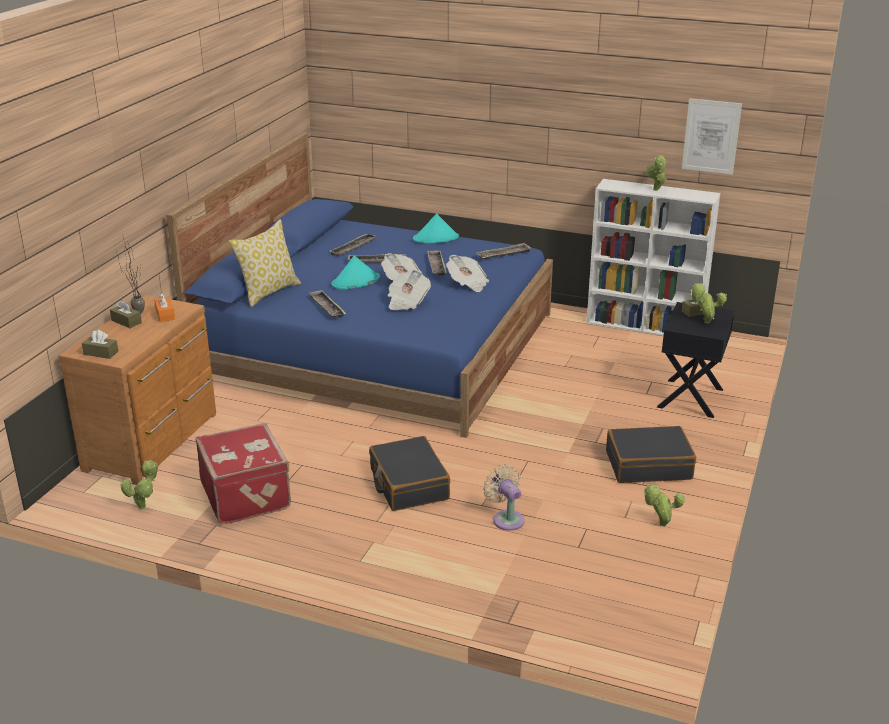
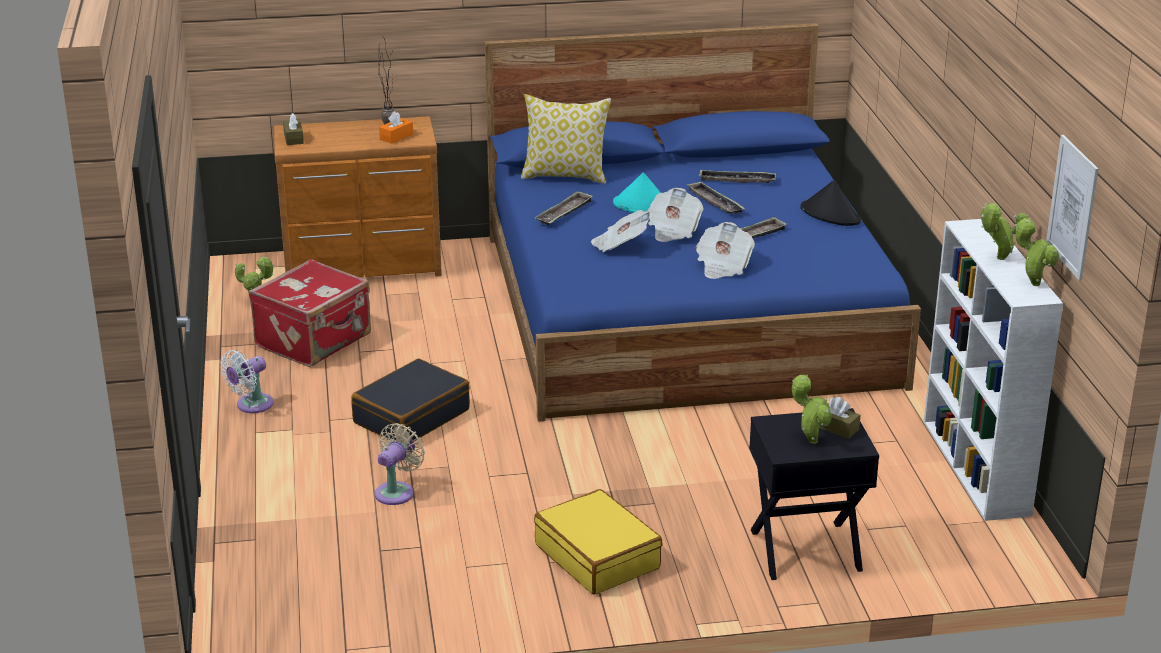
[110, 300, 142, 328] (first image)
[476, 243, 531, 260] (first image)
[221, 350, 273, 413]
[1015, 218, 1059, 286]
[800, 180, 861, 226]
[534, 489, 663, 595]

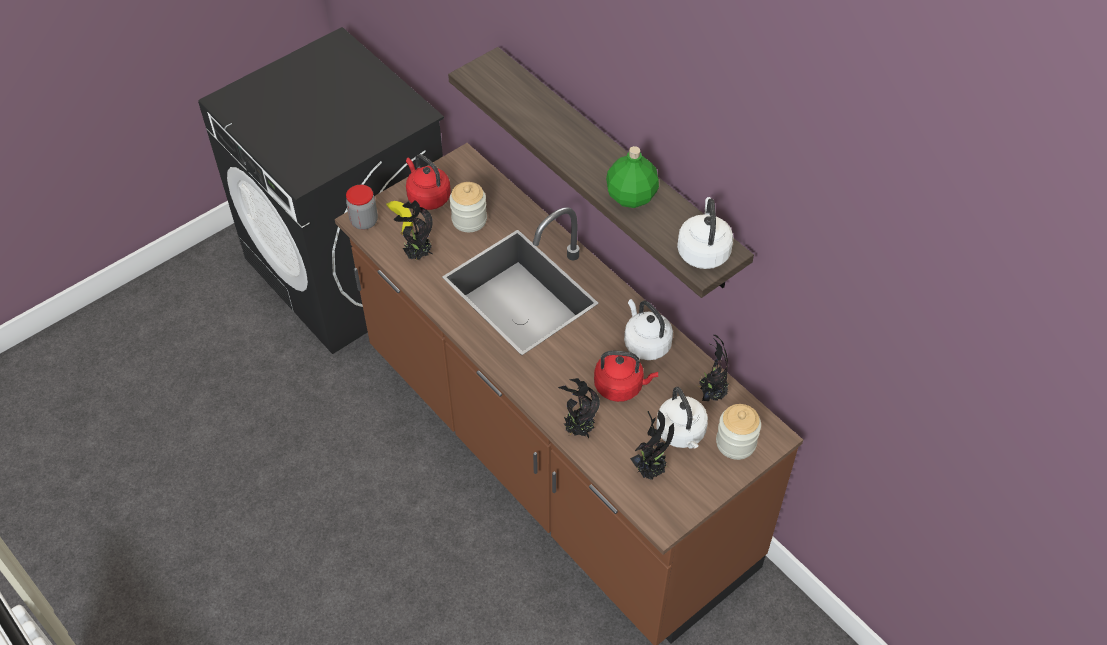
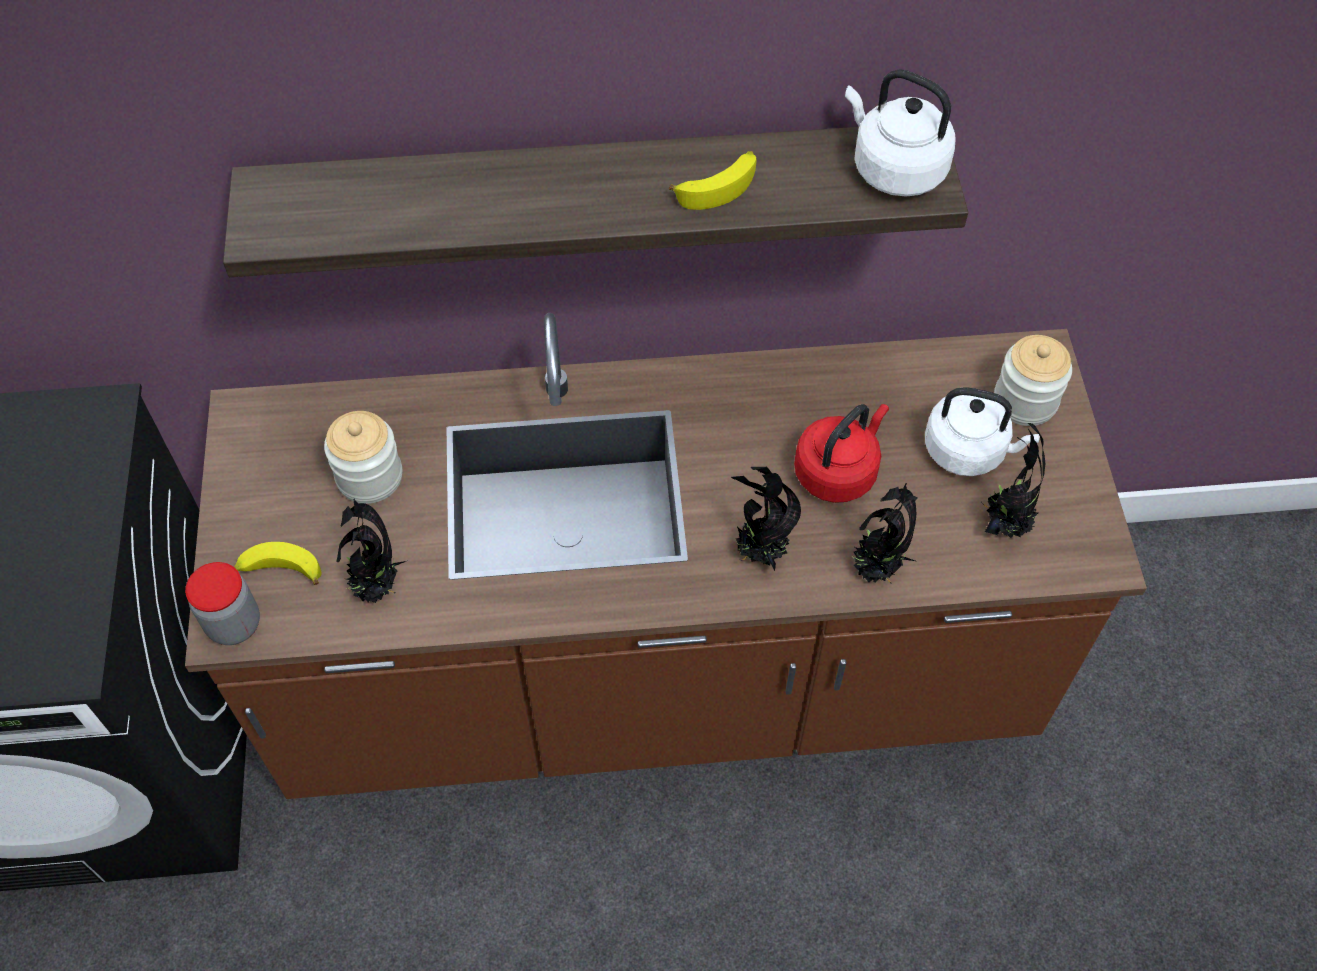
[406, 154, 451, 210] (first image)
[624, 299, 673, 360] (first image)
[731, 467, 801, 571]
[669, 151, 757, 210]

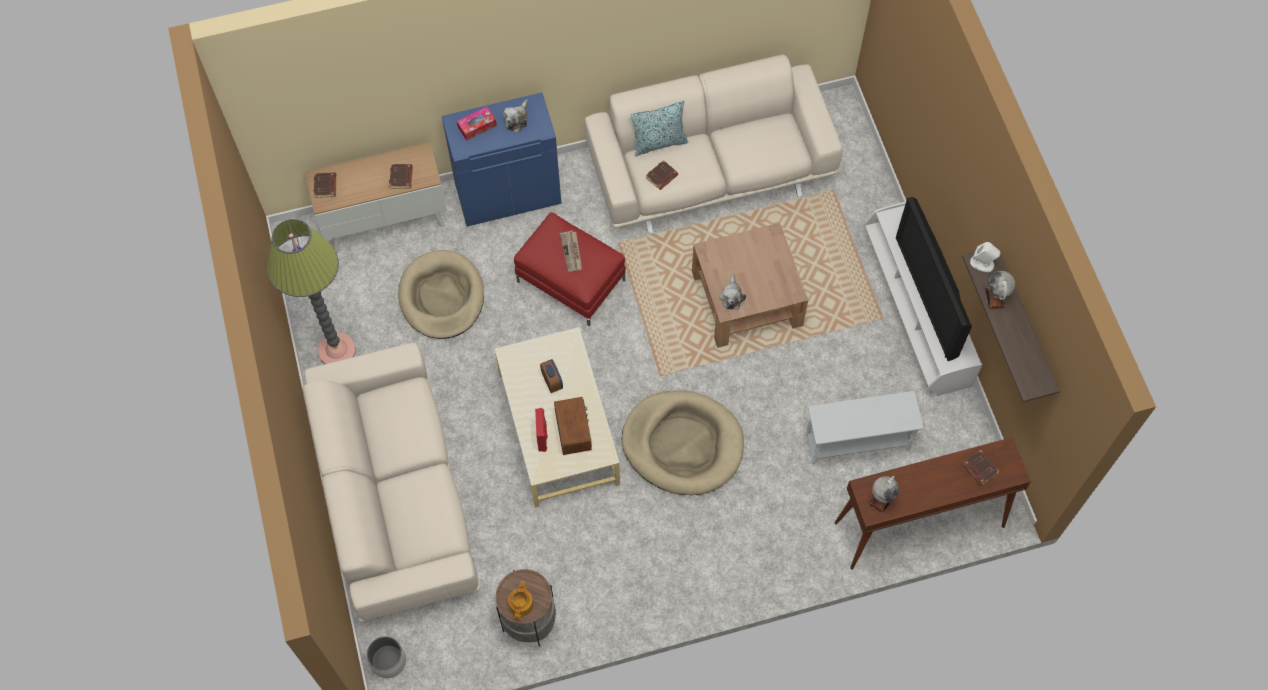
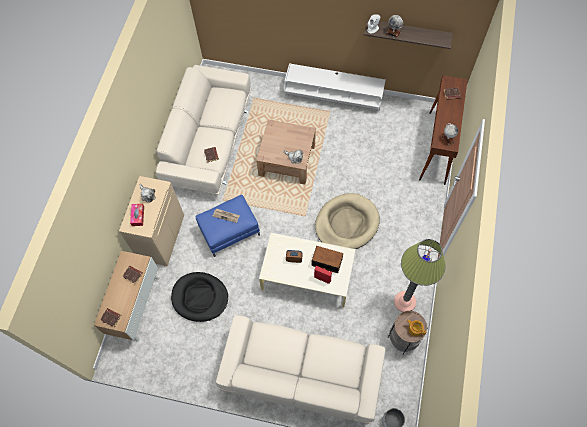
[630, 101, 688, 156] (first image)
[806, 391, 924, 464] (first image)
[896, 197, 972, 361] (first image)
[394, 239, 446, 312]
[171, 272, 228, 322]
[119, 176, 184, 266]
[196, 195, 260, 257]

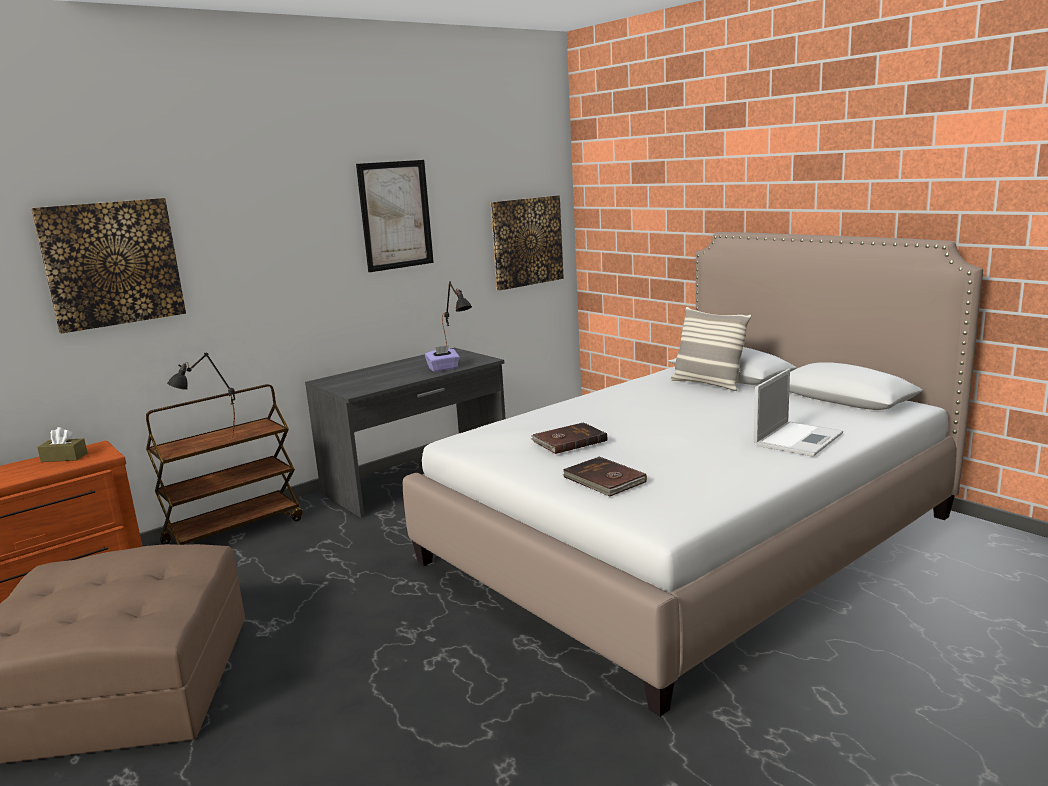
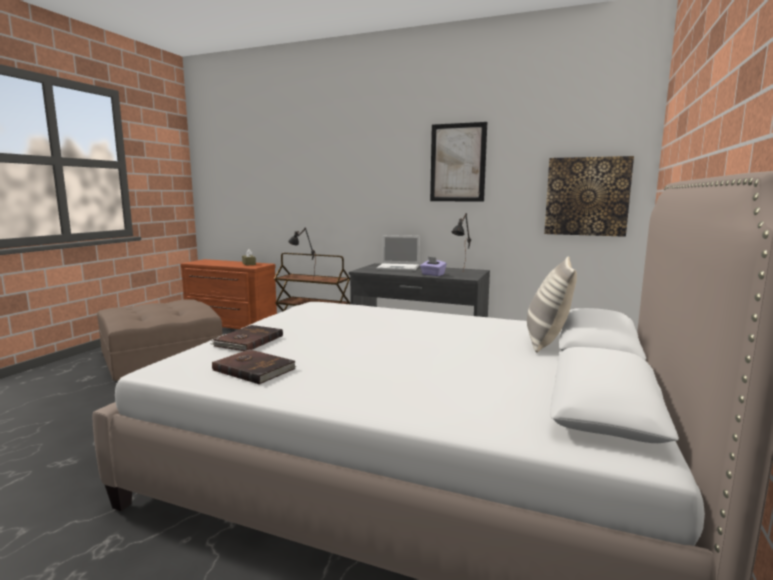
[31, 198, 186, 334] (first image)
[212, 349, 297, 384]
[376, 235, 420, 271]

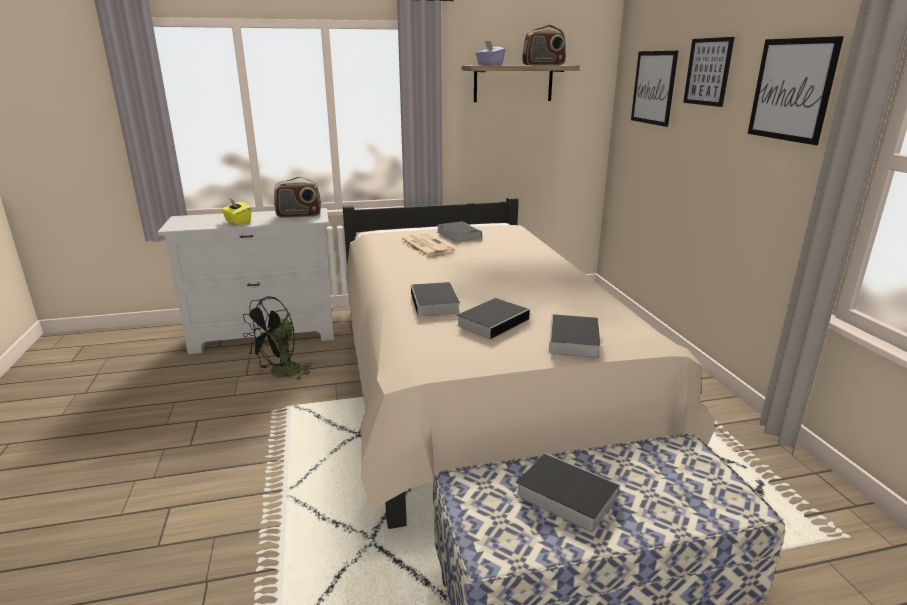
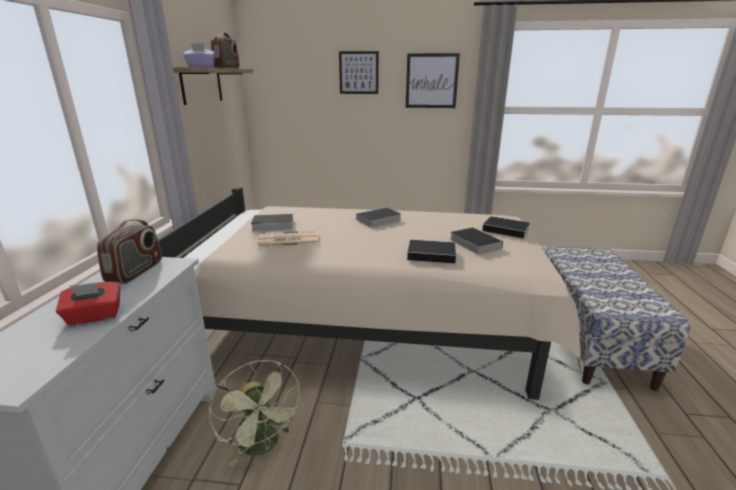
[631, 51, 678, 127] (first image)
[351, 207, 401, 228]
[56, 282, 120, 326]
[209, 360, 303, 467]

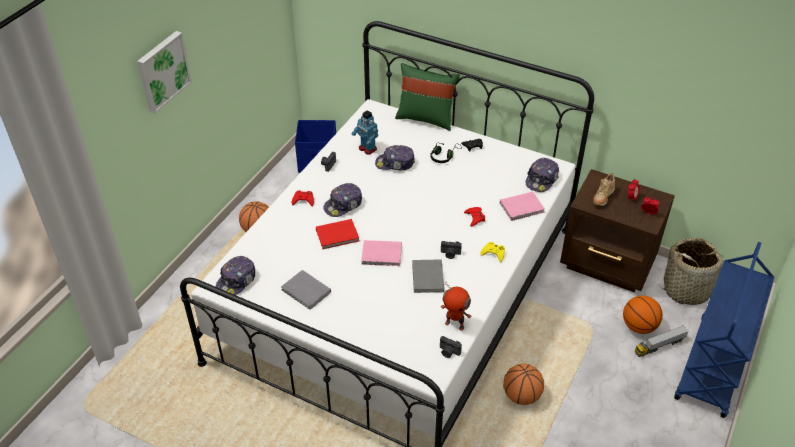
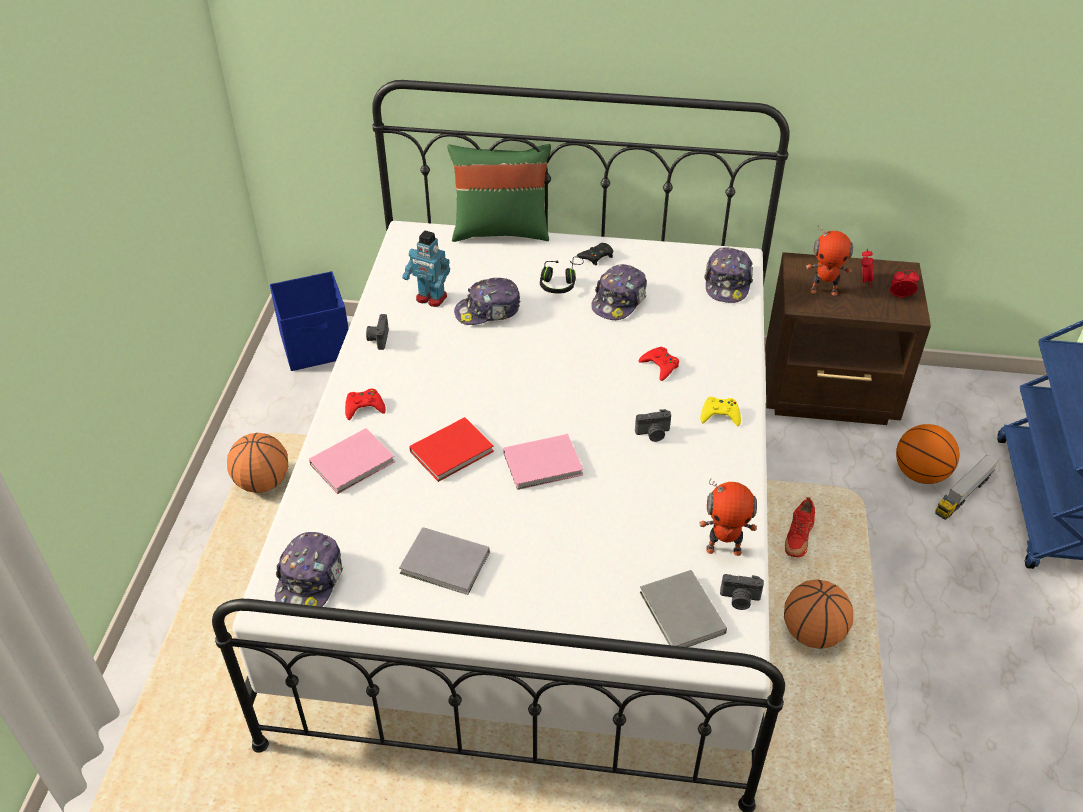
[137, 31, 192, 113] (first image)
[659, 238, 727, 305] (first image)
[785, 497, 815, 557]
[591, 264, 647, 320]
[640, 570, 727, 647]
[309, 428, 395, 494]
[806, 225, 853, 296]

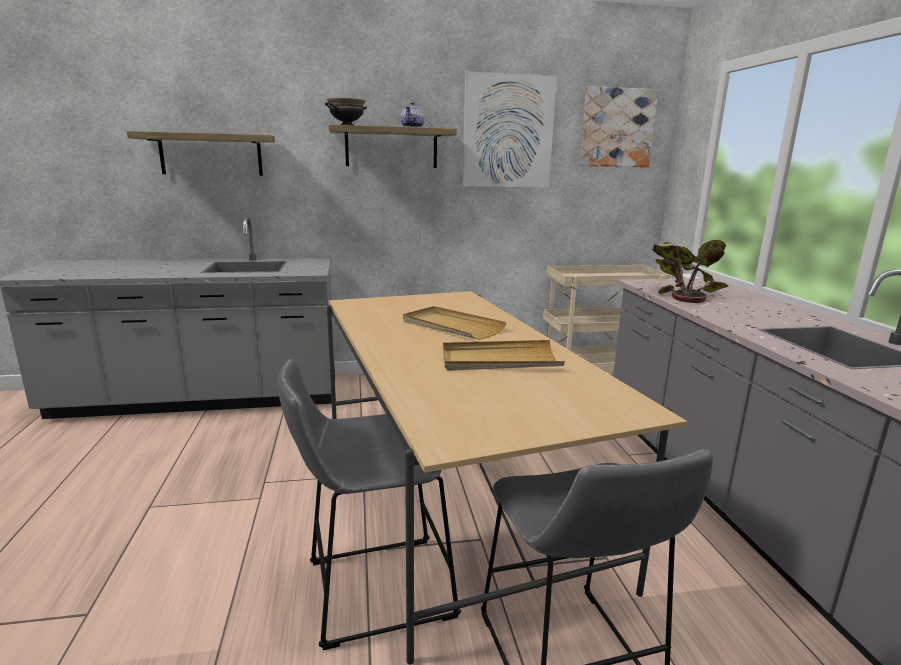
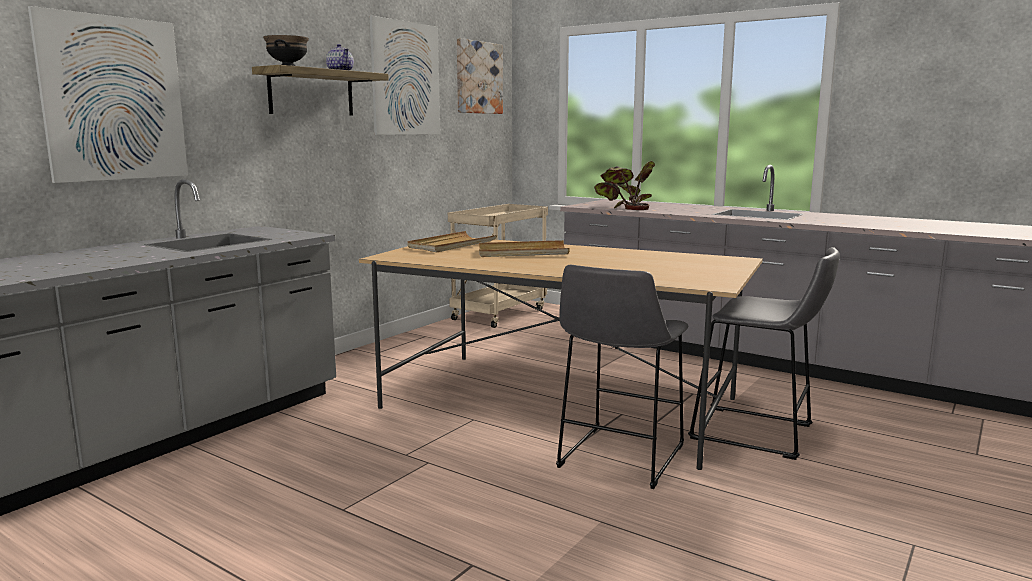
[407, 231, 497, 252]
[28, 6, 188, 183]

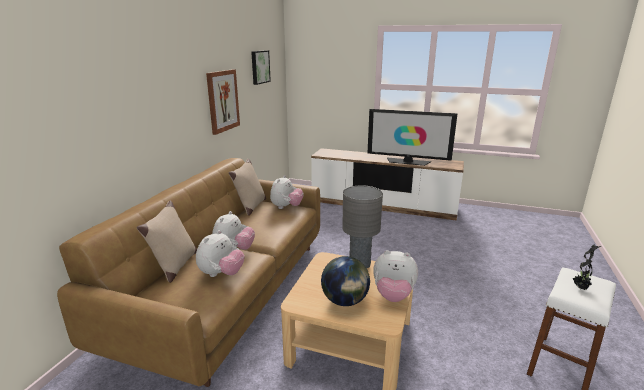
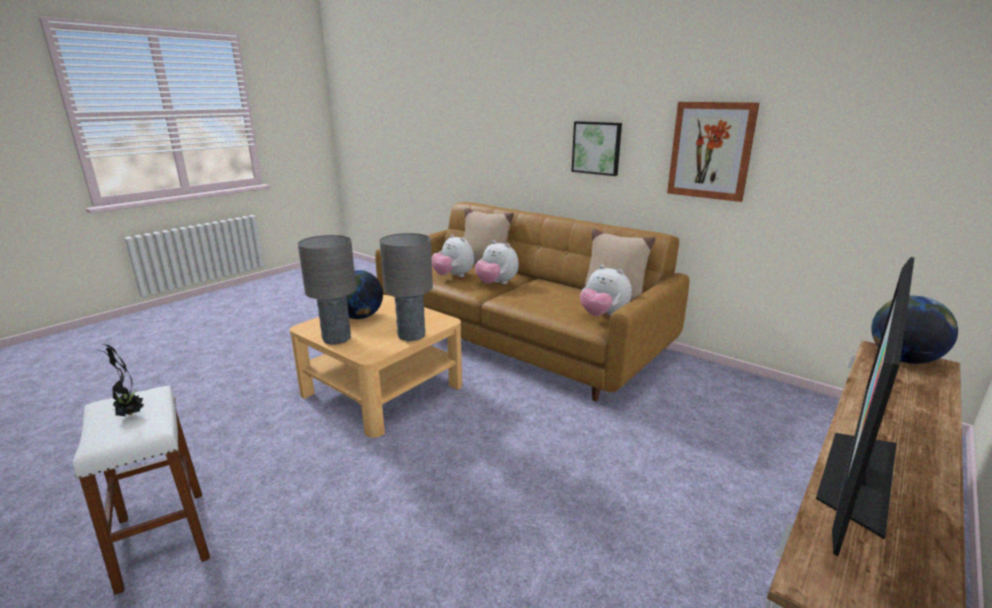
[871, 296, 958, 364]
[571, 121, 622, 176]
[298, 235, 356, 345]

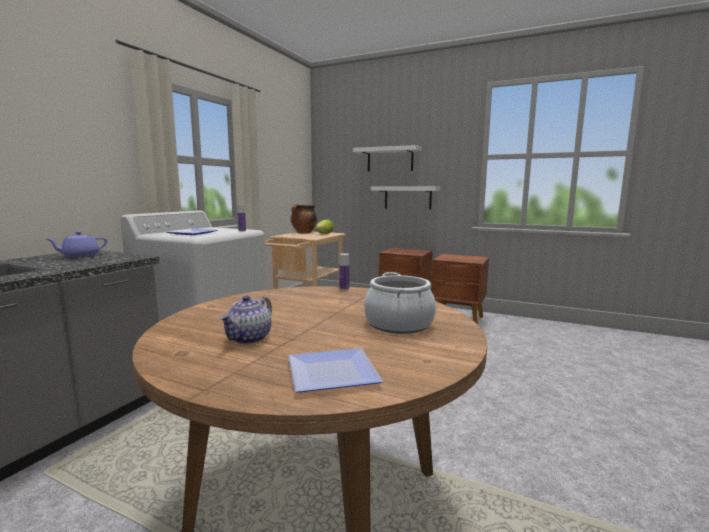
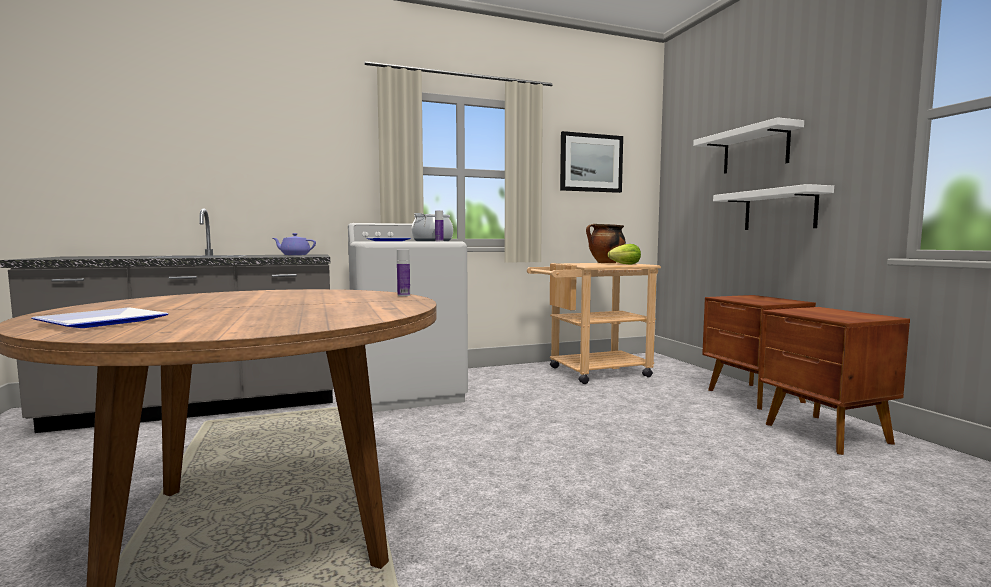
[219, 296, 272, 344] (first image)
[560, 131, 623, 193]
[411, 213, 453, 241]

